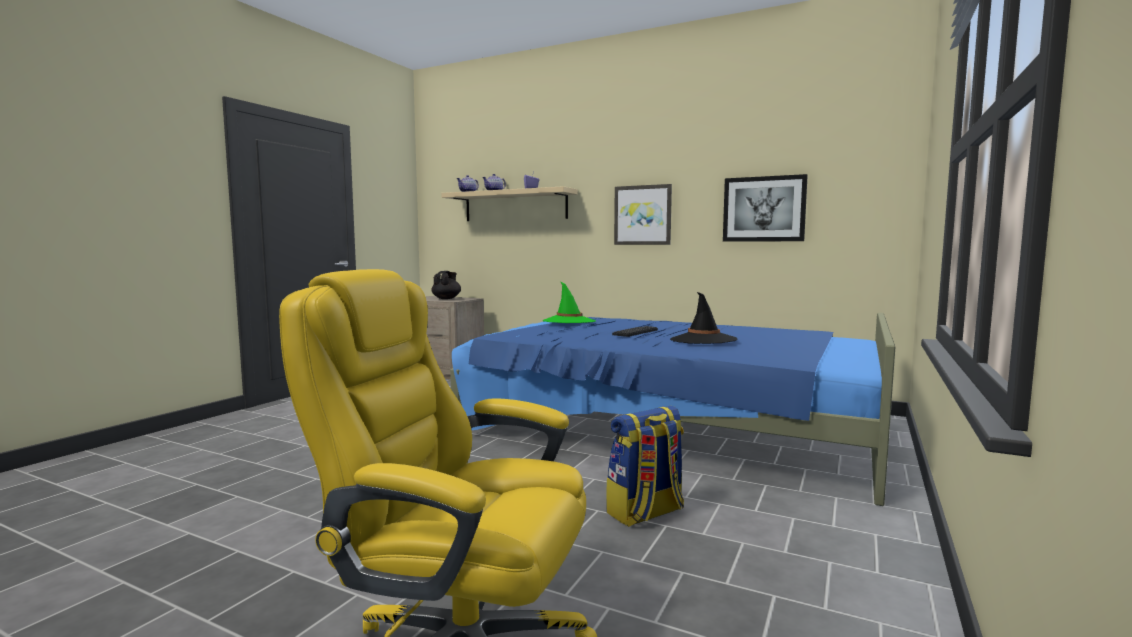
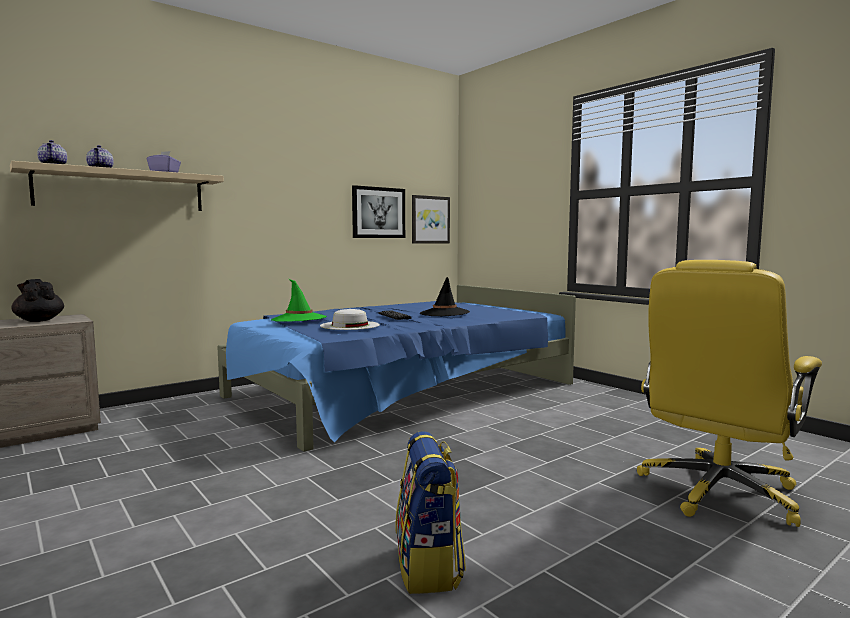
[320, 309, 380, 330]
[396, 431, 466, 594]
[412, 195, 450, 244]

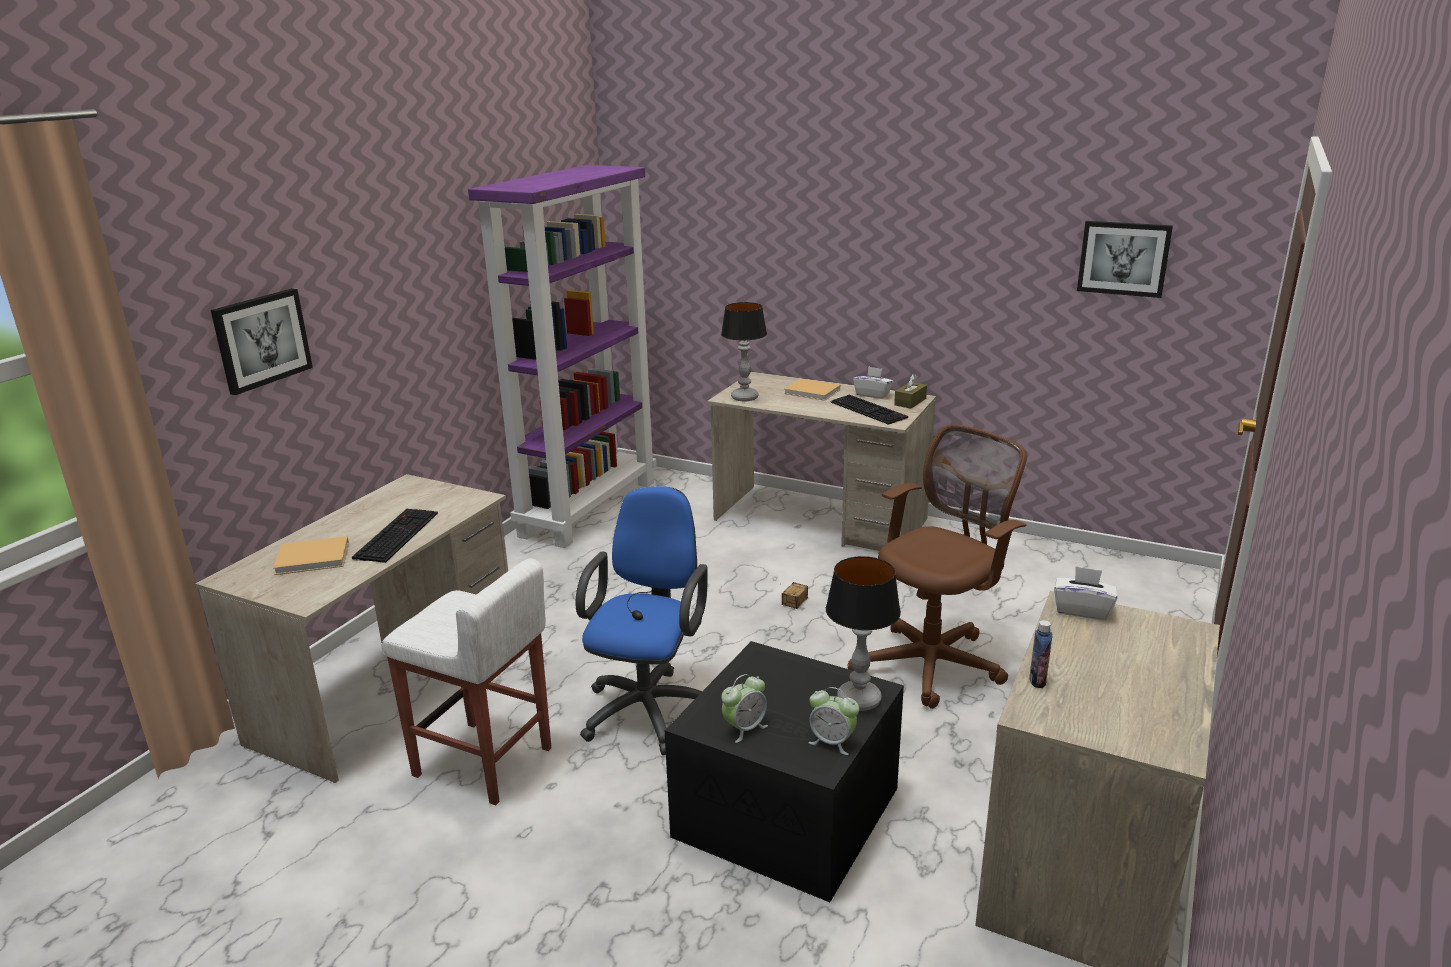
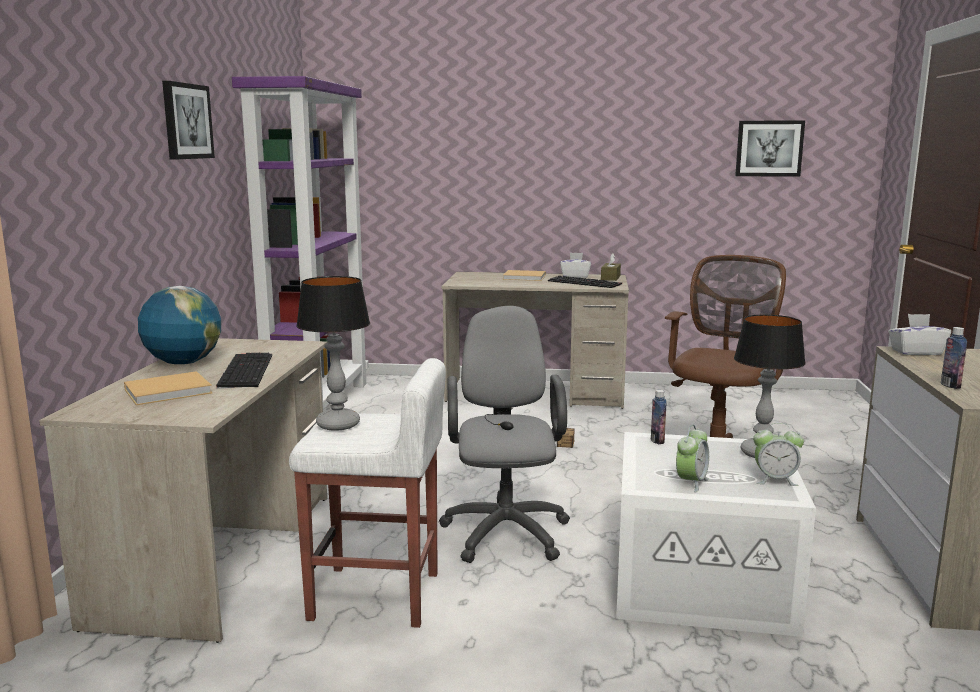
[138, 286, 221, 364]
[651, 390, 667, 444]
[162, 81, 215, 160]
[296, 276, 370, 431]
[439, 306, 570, 563]
[616, 432, 816, 637]

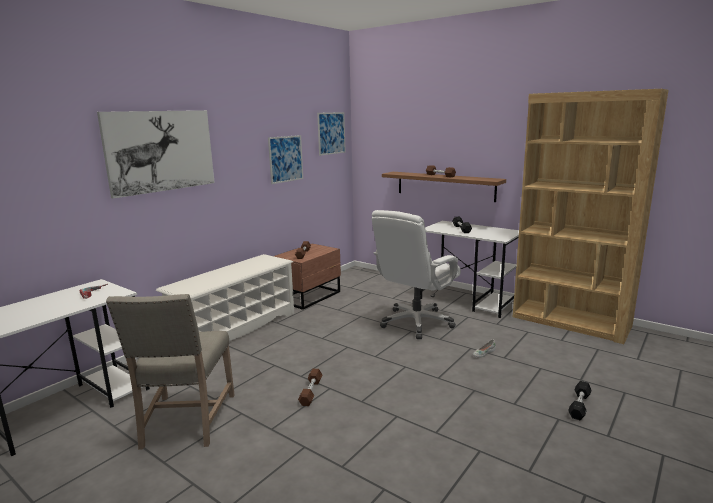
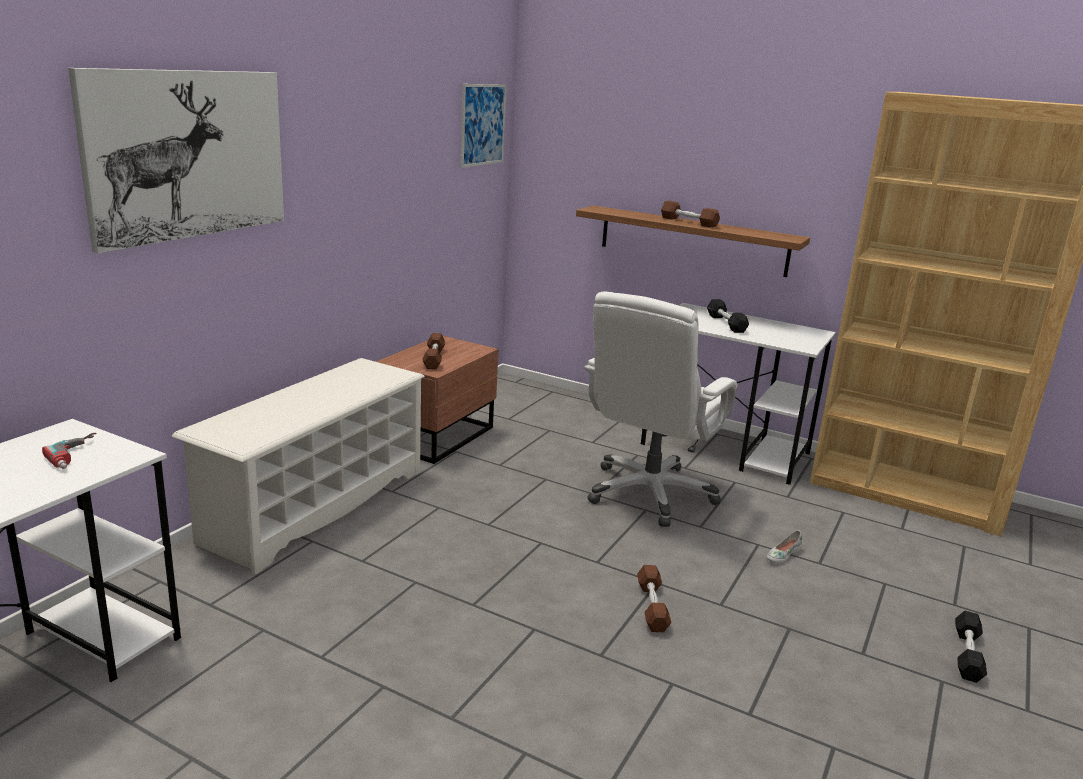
[106, 294, 234, 449] (first image)
[268, 135, 303, 184] (first image)
[637, 565, 671, 632]

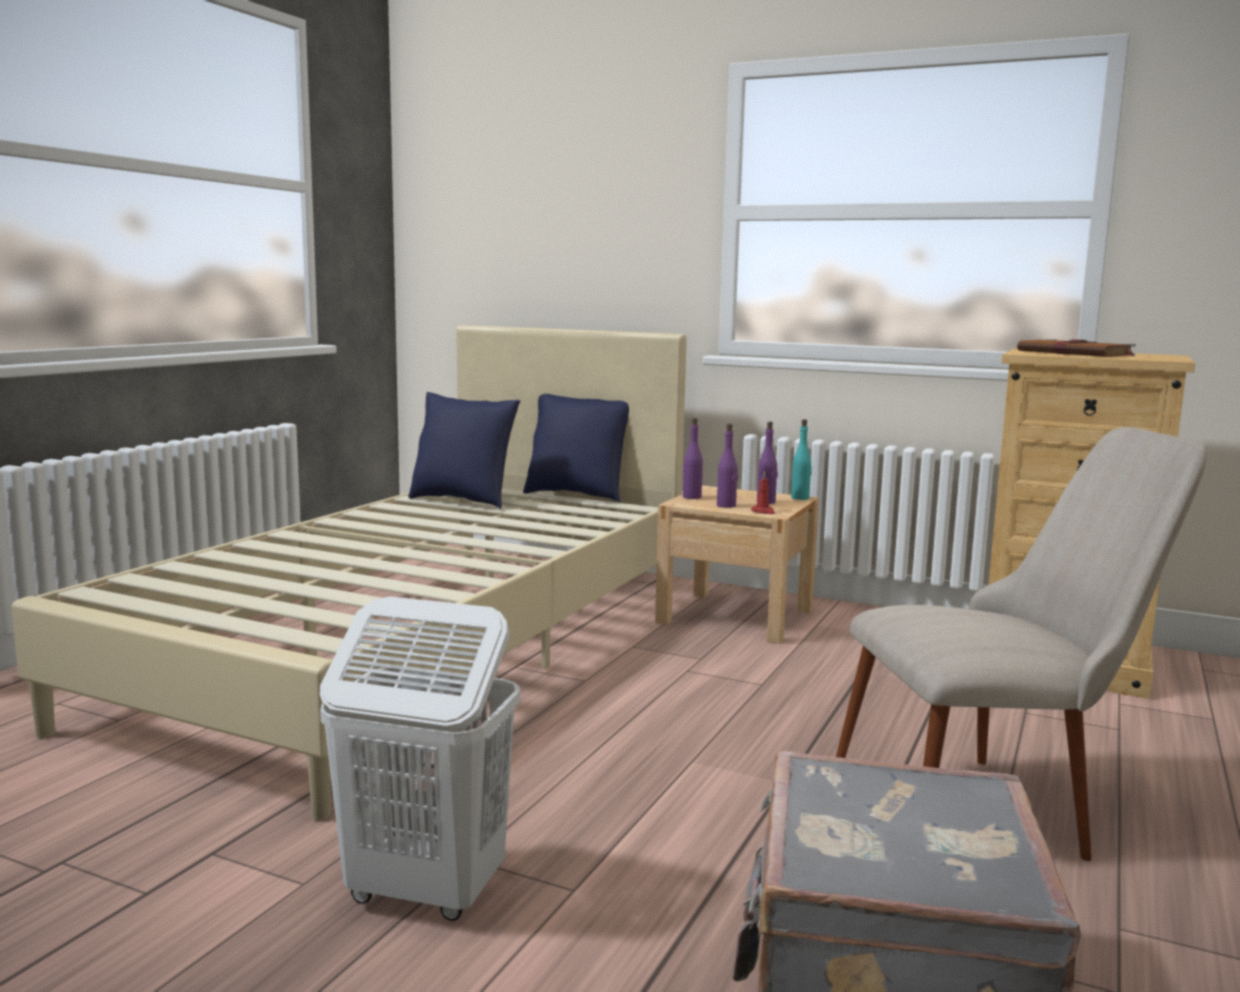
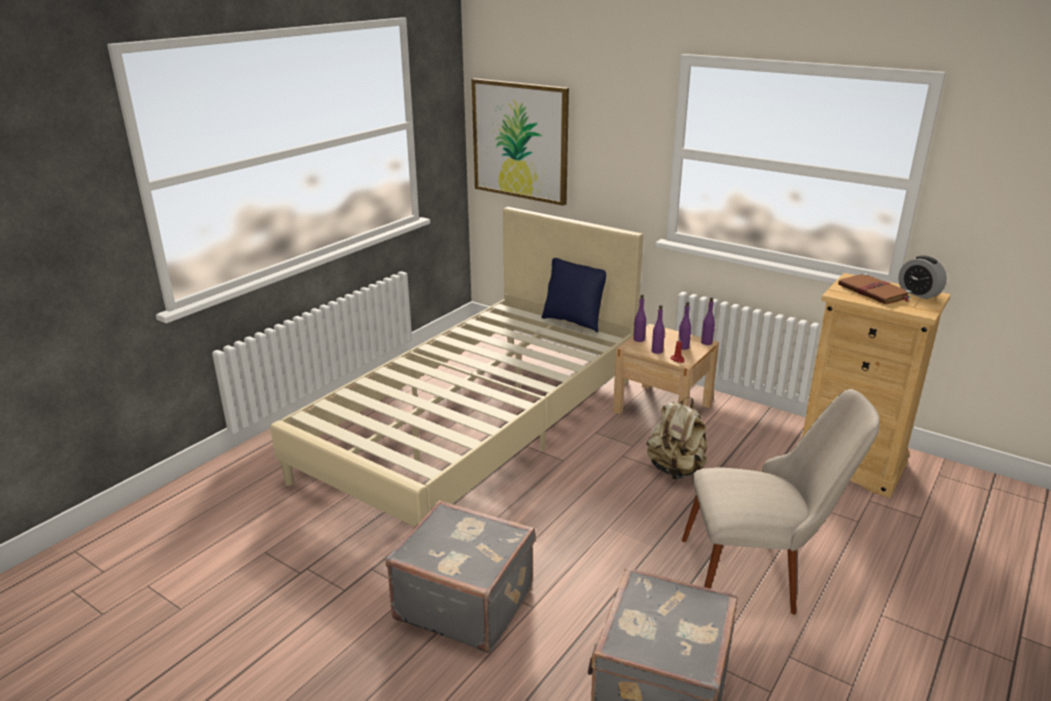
[408, 392, 520, 509] (first image)
[472, 79, 569, 206]
[647, 397, 707, 480]
[898, 255, 947, 299]
[386, 500, 536, 653]
[701, 297, 715, 345]

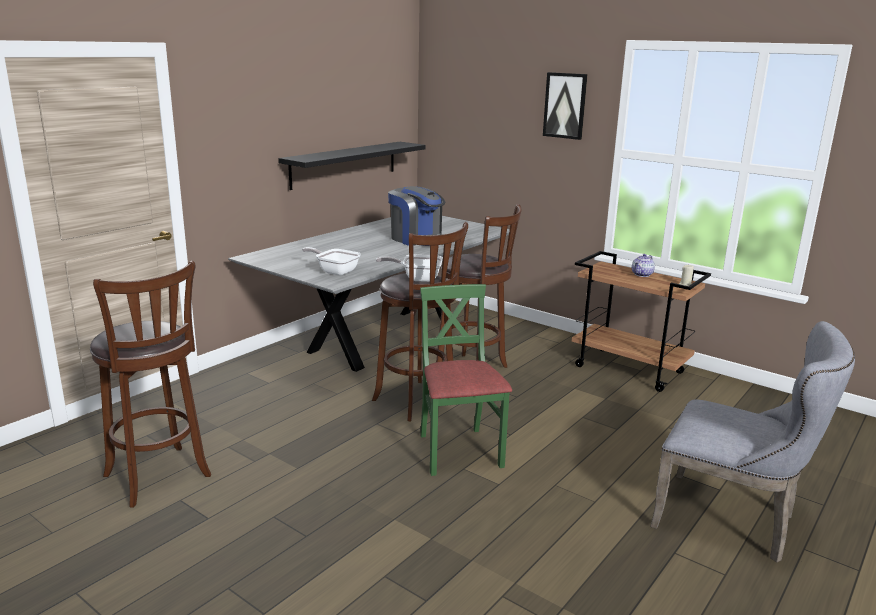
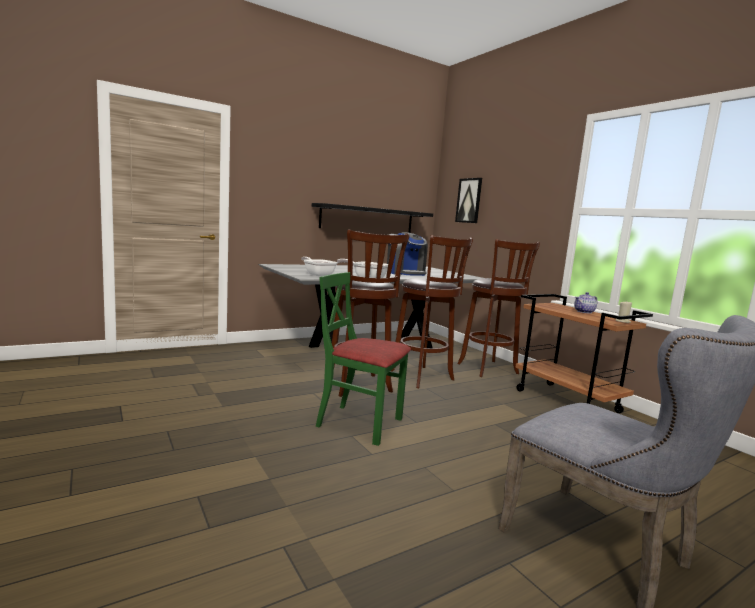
[457, 239, 540, 377]
[455, 178, 482, 223]
[316, 272, 411, 446]

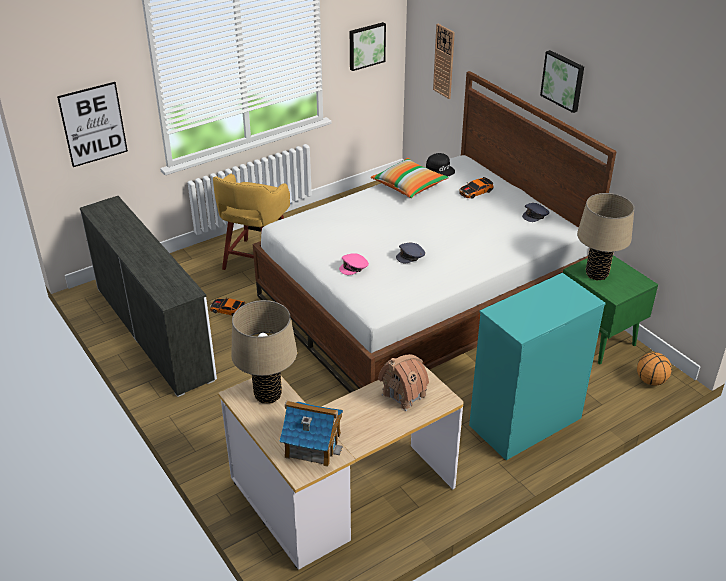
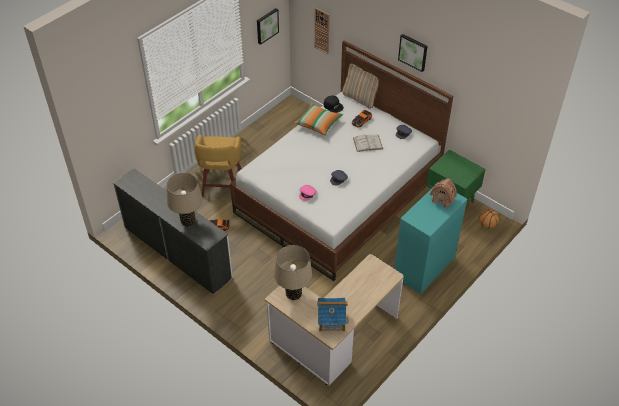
[57, 82, 128, 167] (first image)
[342, 64, 379, 109]
[353, 135, 383, 152]
[430, 178, 457, 209]
[166, 173, 203, 226]

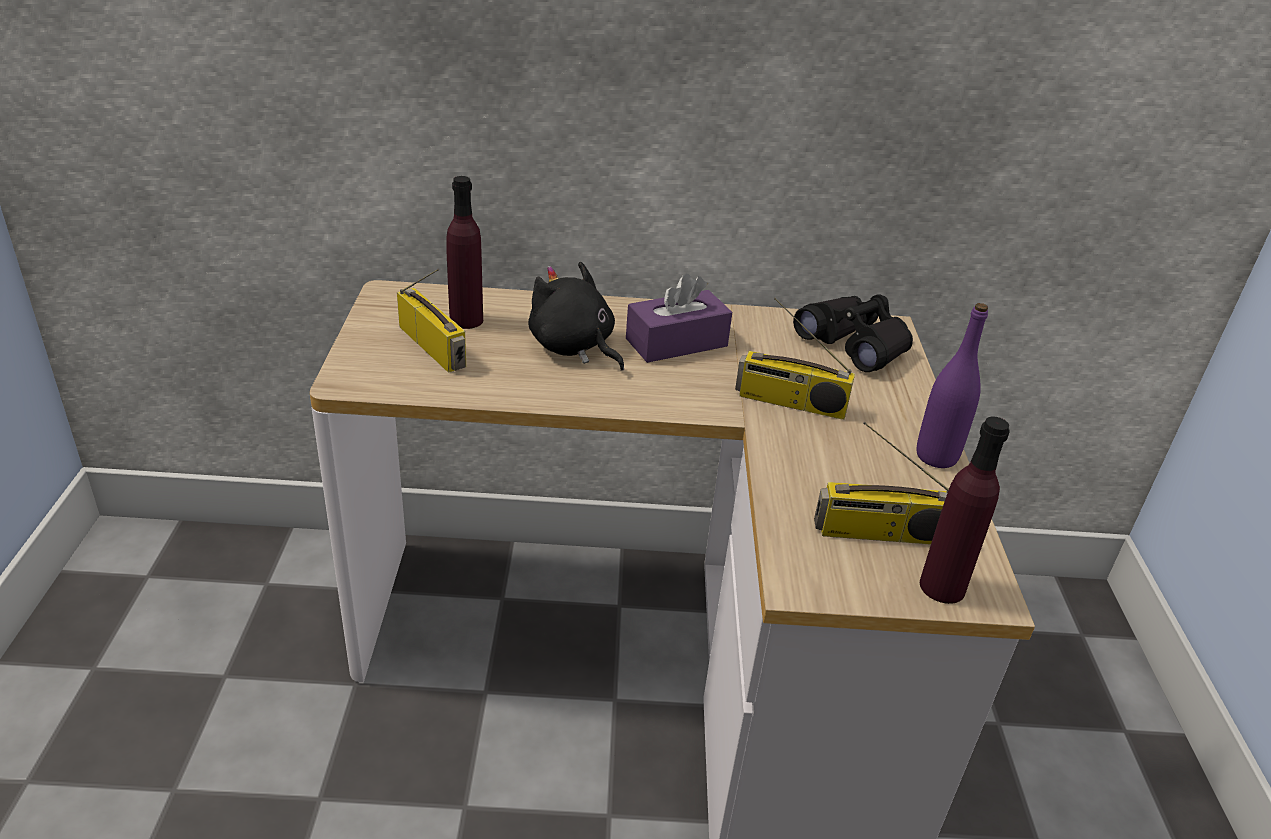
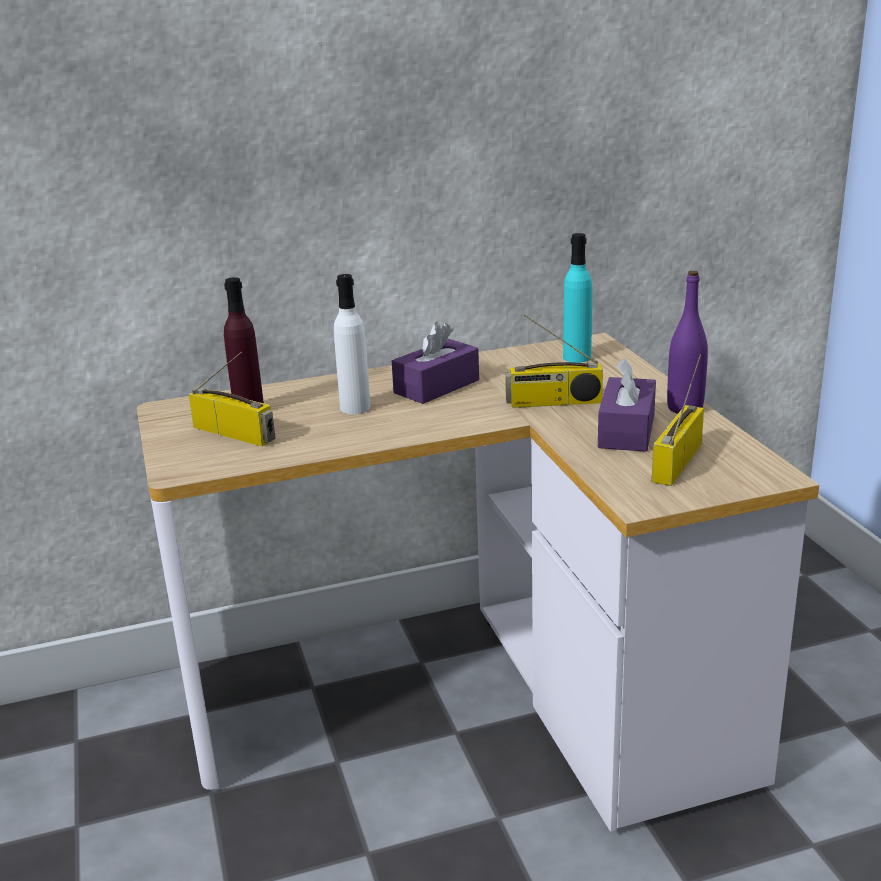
[920, 417, 1010, 604] (first image)
[598, 358, 656, 452]
[334, 274, 371, 414]
[563, 233, 592, 363]
[652, 355, 704, 486]

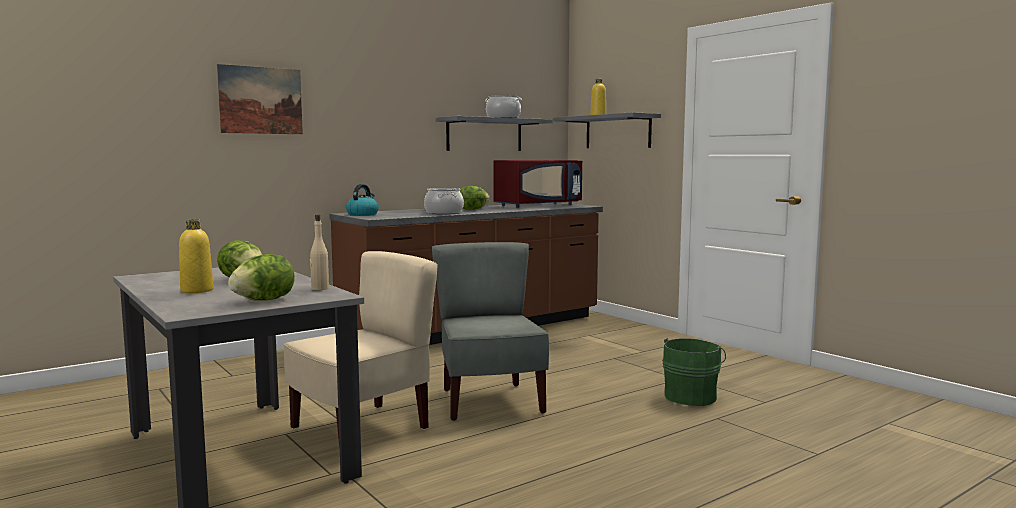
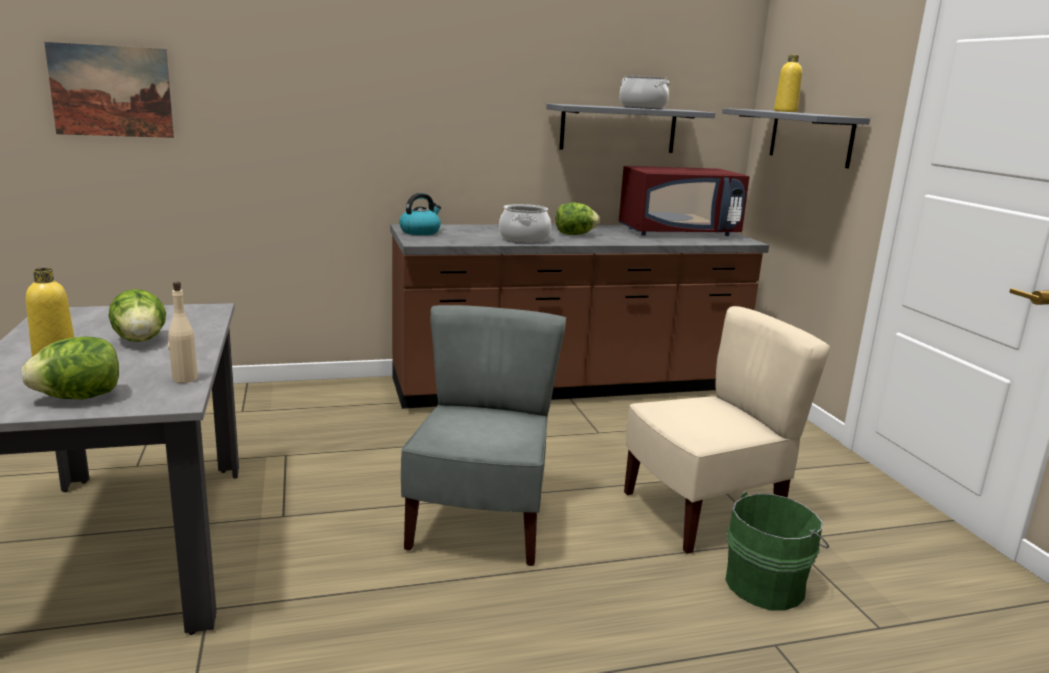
[44, 42, 174, 138]
[624, 306, 830, 554]

